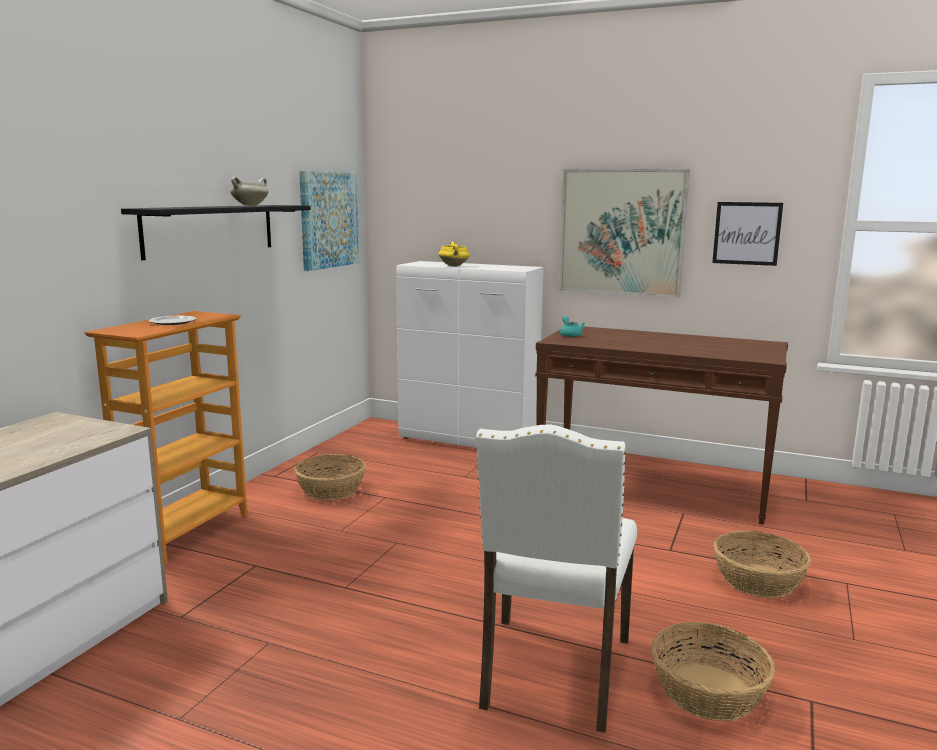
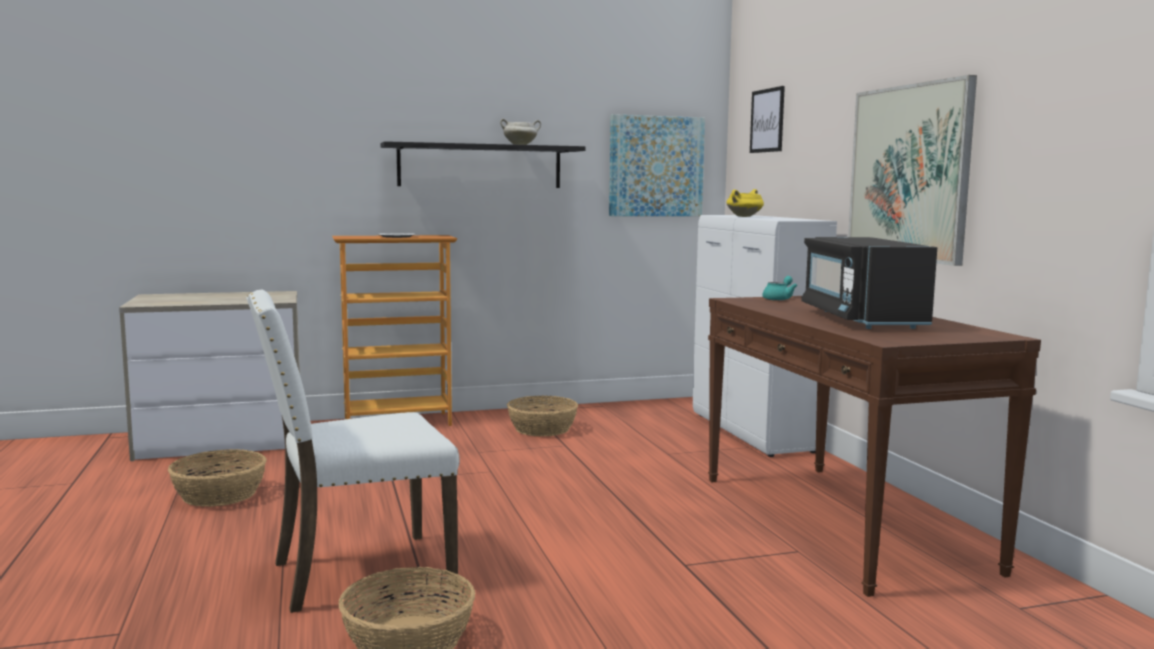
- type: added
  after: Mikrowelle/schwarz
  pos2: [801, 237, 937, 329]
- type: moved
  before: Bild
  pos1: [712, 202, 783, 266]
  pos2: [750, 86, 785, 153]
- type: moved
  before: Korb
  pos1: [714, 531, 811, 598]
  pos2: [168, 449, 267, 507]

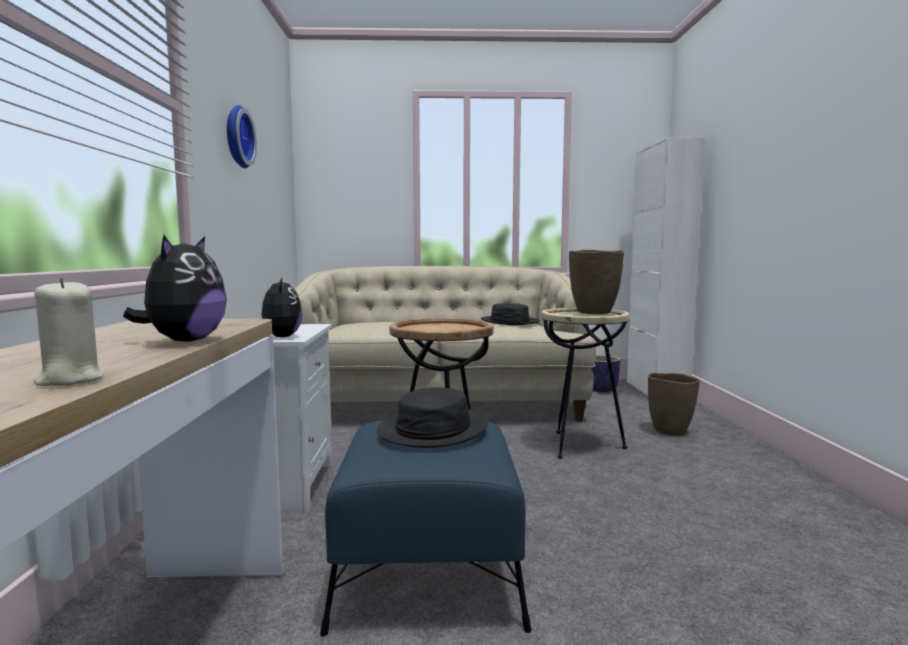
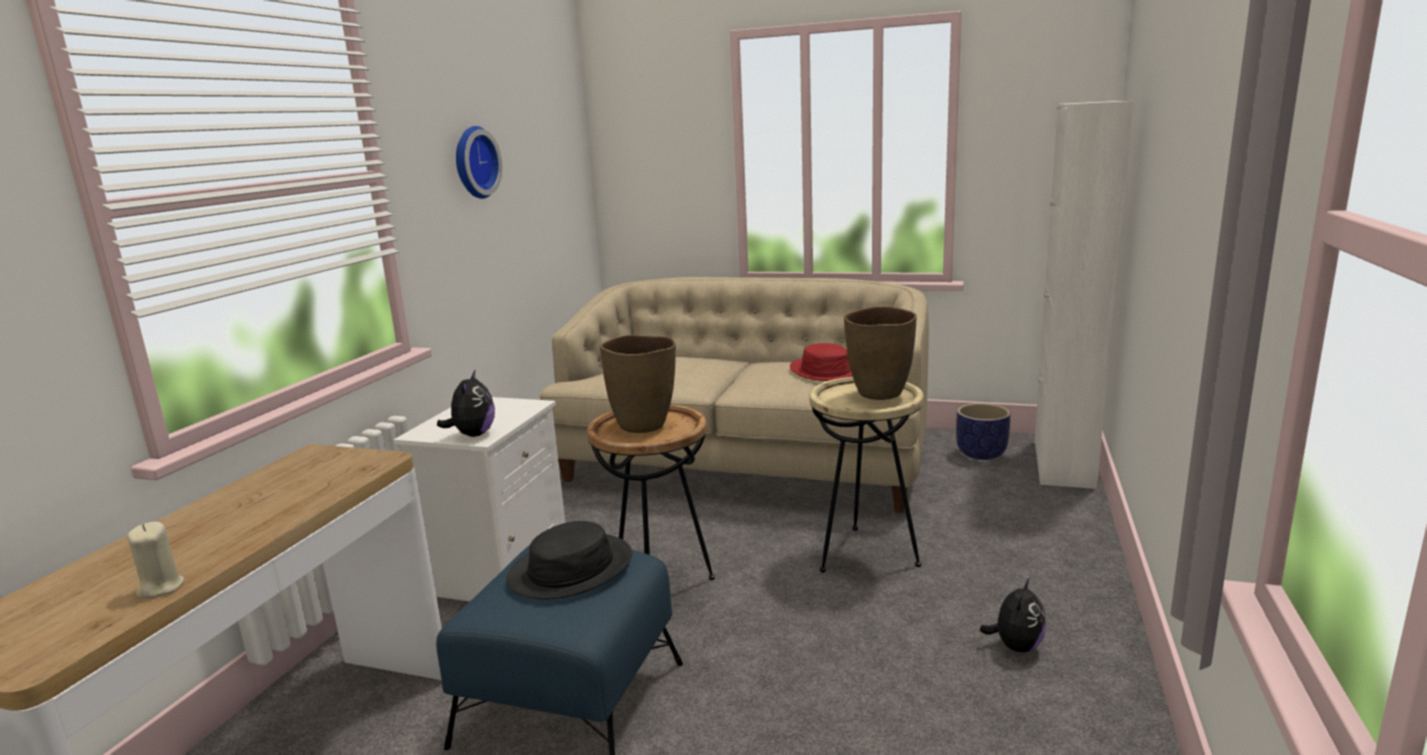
- type: moved
  before: Plüschtier
  pos1: [123, 235, 227, 342]
  pos2: [980, 579, 1046, 653]
- type: moved
  before: Vase/braun
  pos1: [648, 373, 700, 435]
  pos2: [600, 335, 676, 433]
- type: recoloured
  before: Hut/schwarz
  after: Hut/rot
  pos1: [481, 303, 540, 325]
  pos2: [790, 343, 853, 381]

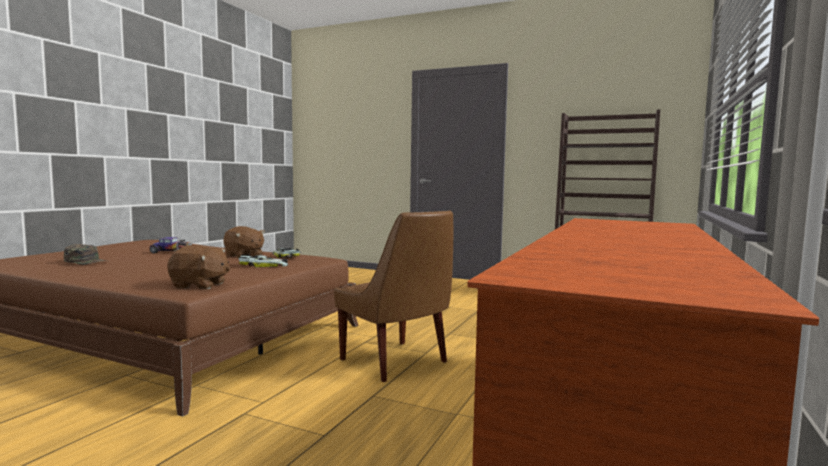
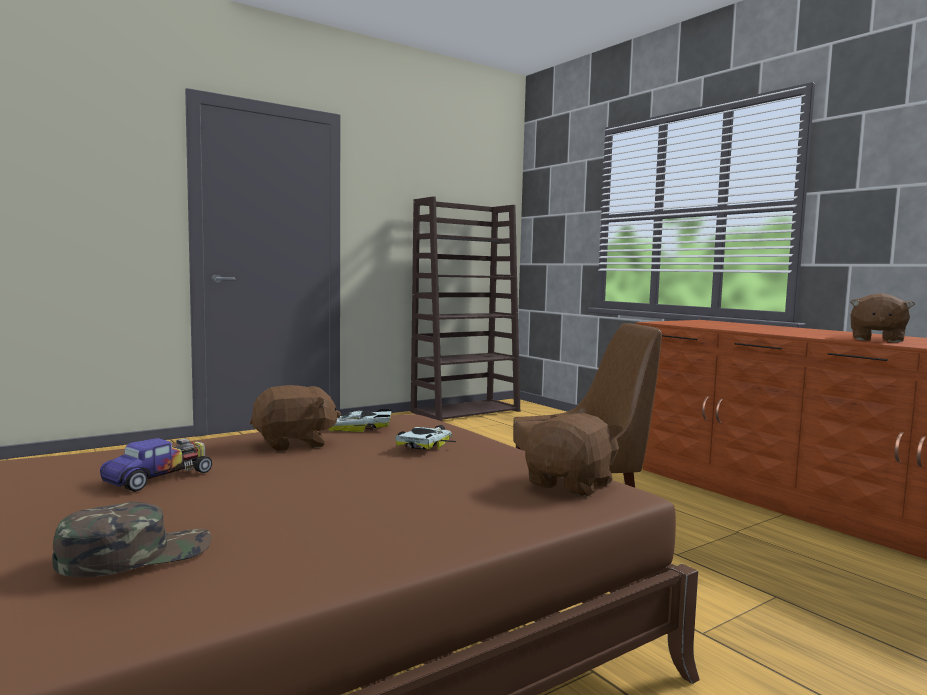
- type: added
  after: Plüschtier/braun
  pos2: [851, 293, 915, 343]

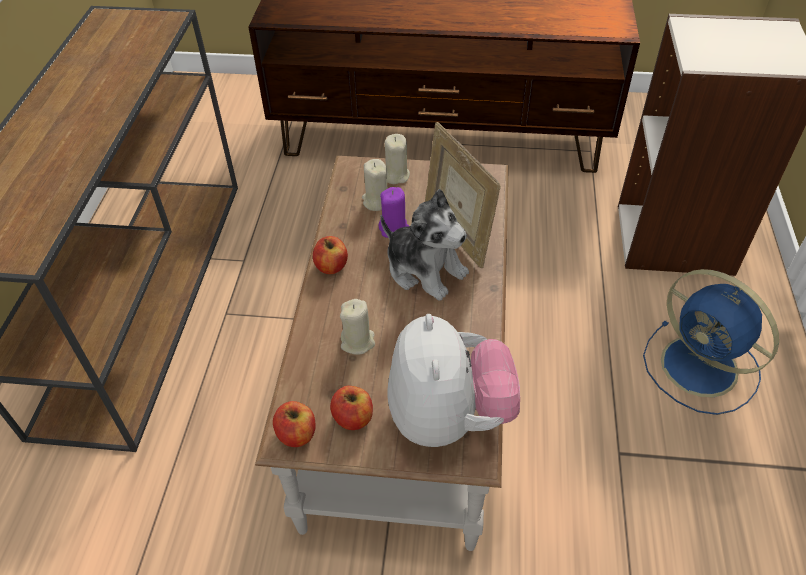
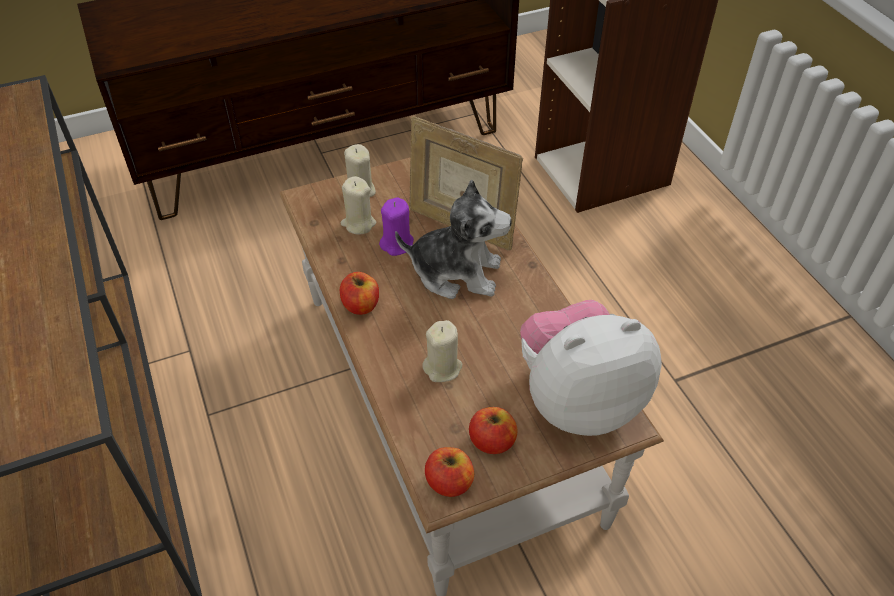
- type: removed
  before: Ventilator/blau
  pos1: [643, 269, 779, 415]
- type: turned
  before: Plüschtier
  pos1: [388, 314, 520, 447]
  pos2: [520, 300, 662, 436]
  turn: -75

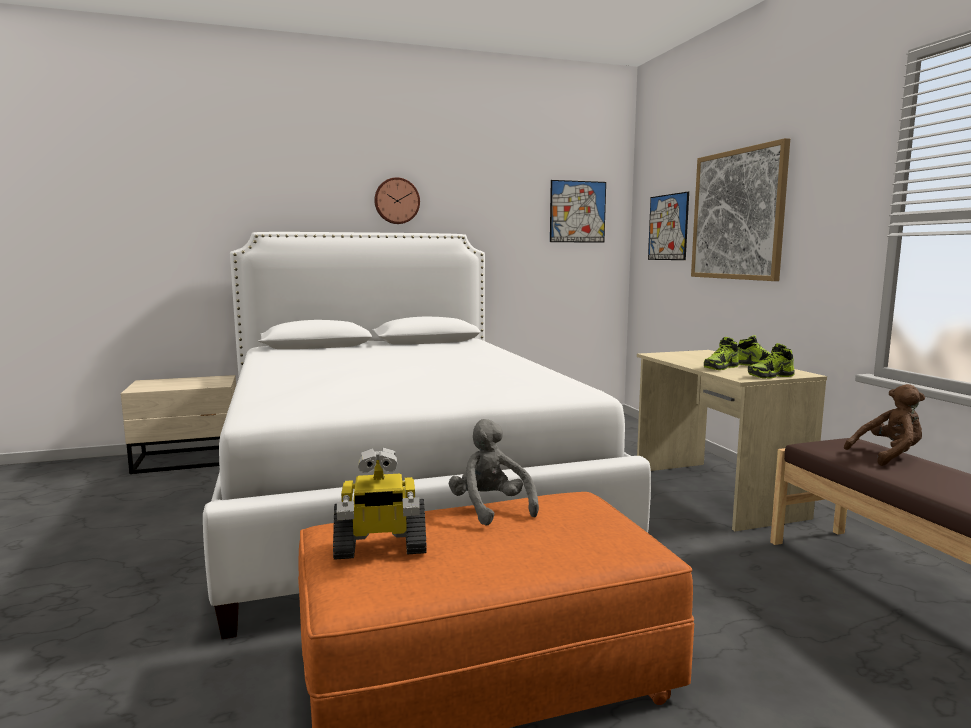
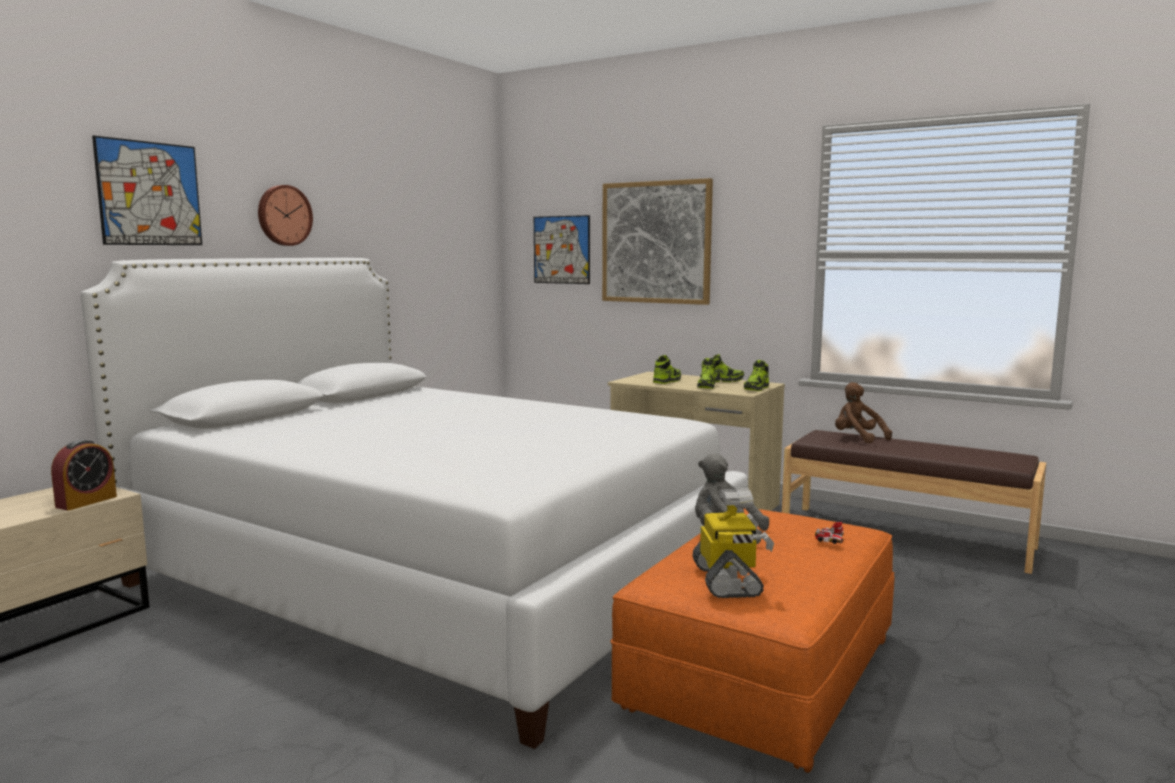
- type: added
  after: Wecker
  pos2: [51, 440, 117, 510]
- type: added
  after: Schuh
  pos2: [653, 355, 681, 384]
- type: added
  after: Spielzeugauto
  pos2: [815, 522, 844, 544]
- type: moved
  before: Bild
  pos1: [550, 180, 606, 243]
  pos2: [92, 135, 202, 245]
- type: turned
  before: Spielzeugroboter
  pos1: [333, 448, 427, 560]
  pos2: [692, 488, 774, 598]
  turn: -45
- type: turned
  before: Plüschtier/braun
  pos1: [844, 384, 925, 466]
  pos2: [835, 382, 892, 443]
  turn: -75

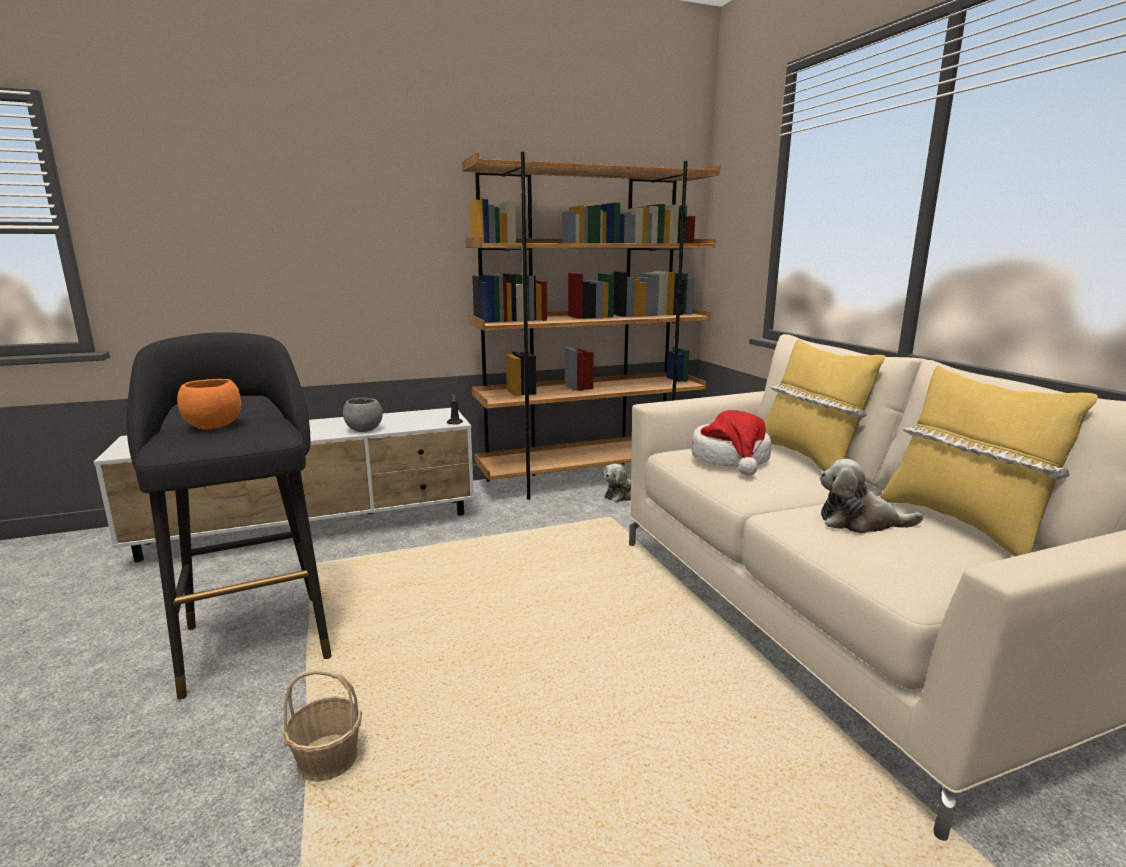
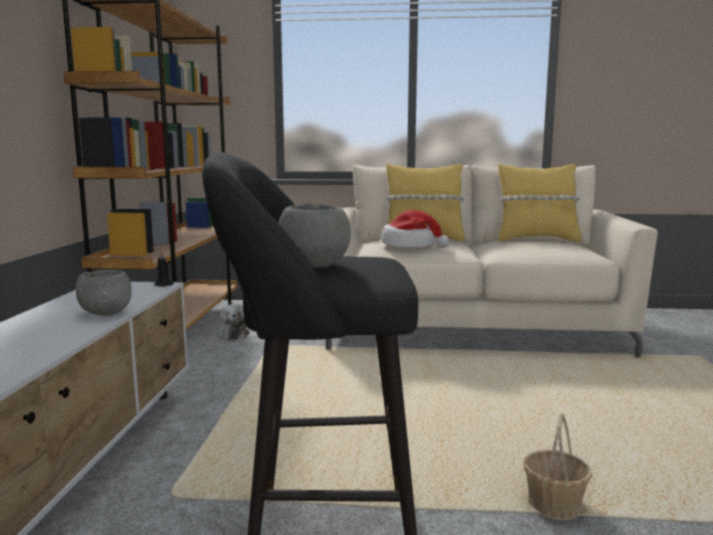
- type: removed
  before: Plüschtier
  pos1: [819, 459, 923, 533]
- type: recoloured
  before: Schüssel/orange
  after: Schüssel/grau
  pos1: [177, 379, 241, 430]
  pos2: [278, 203, 351, 268]

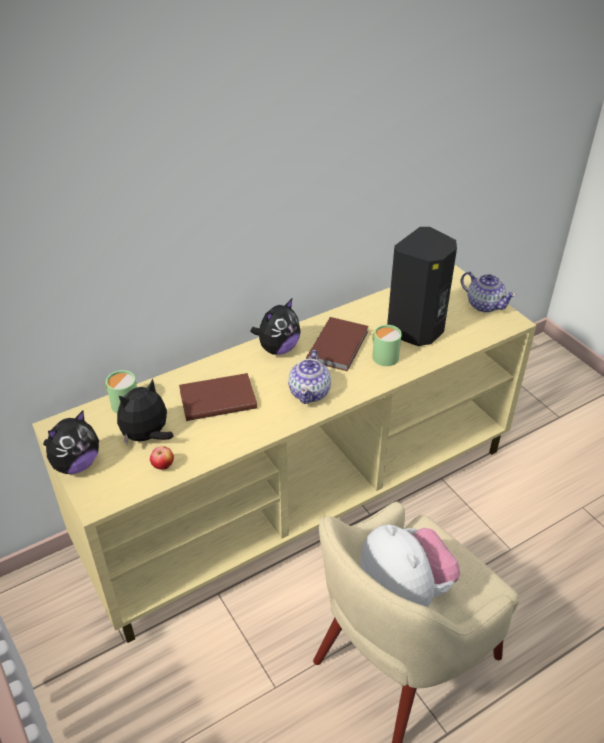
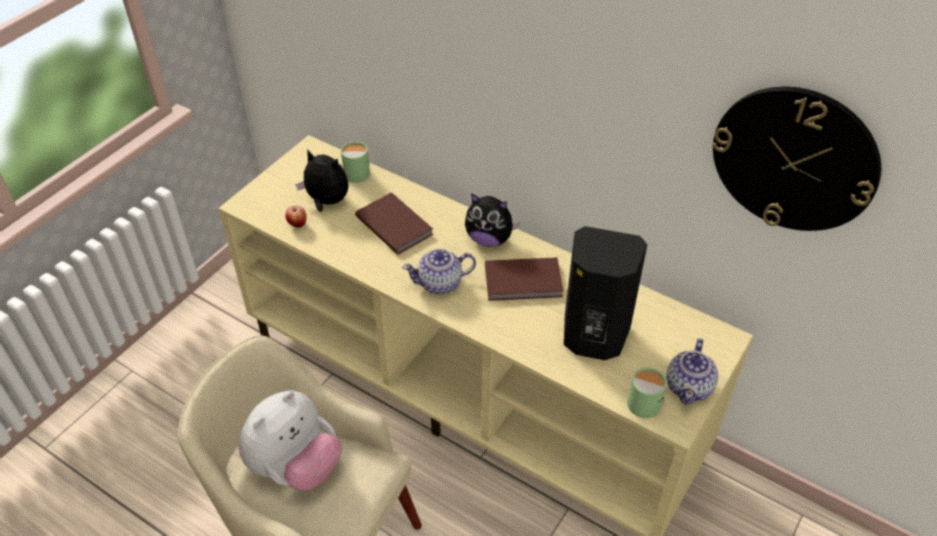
- type: removed
  before: Plüschtier
  pos1: [43, 411, 99, 474]
- type: added
  after: Wanduhr
  pos2: [712, 87, 881, 231]
- type: moved
  before: Henkelbecher/grün
  pos1: [372, 325, 402, 366]
  pos2: [627, 367, 667, 418]

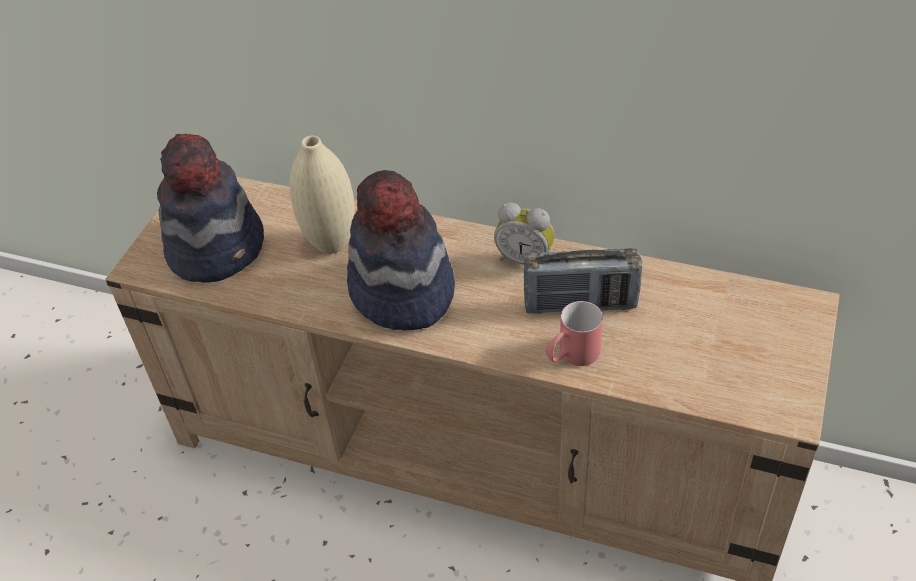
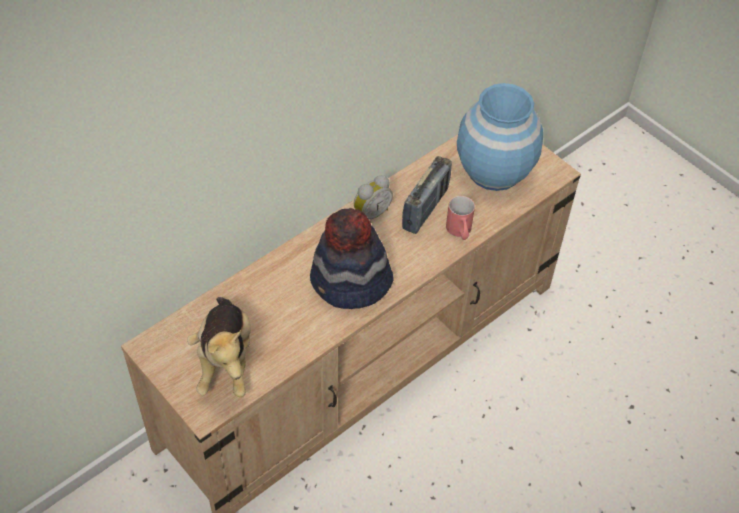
- type: removed
  before: Vase/beige
  pos1: [290, 136, 355, 254]
- type: added
  after: Vase/blau
  pos2: [457, 83, 543, 191]
- type: replaced
  before: Hut
  after: Plüschtier
  pos1: [157, 133, 264, 283]
  pos2: [187, 297, 251, 398]

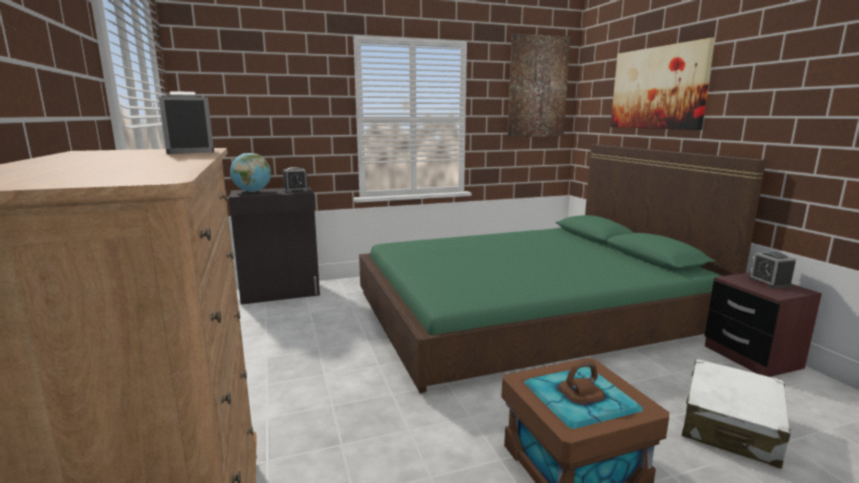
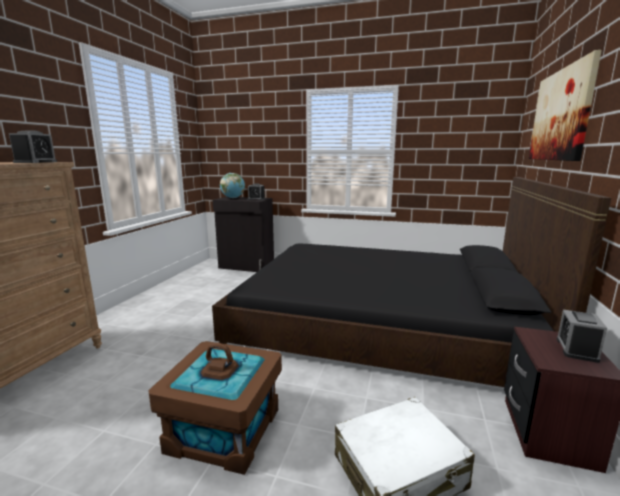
- type: removed
  before: Bild
  pos1: [507, 33, 571, 137]
- type: recoloured
  before: Bett/grün
  after: Bett/schwarz
  pos1: [359, 145, 766, 393]
  pos2: [212, 177, 611, 387]

